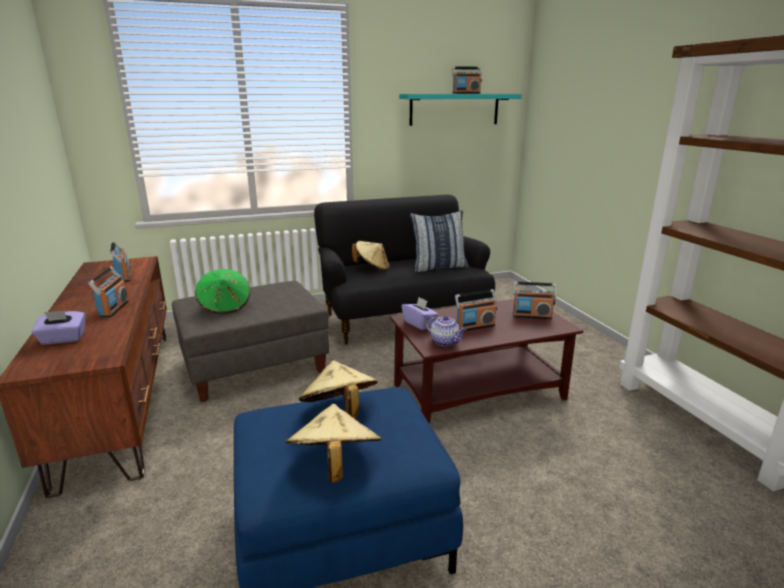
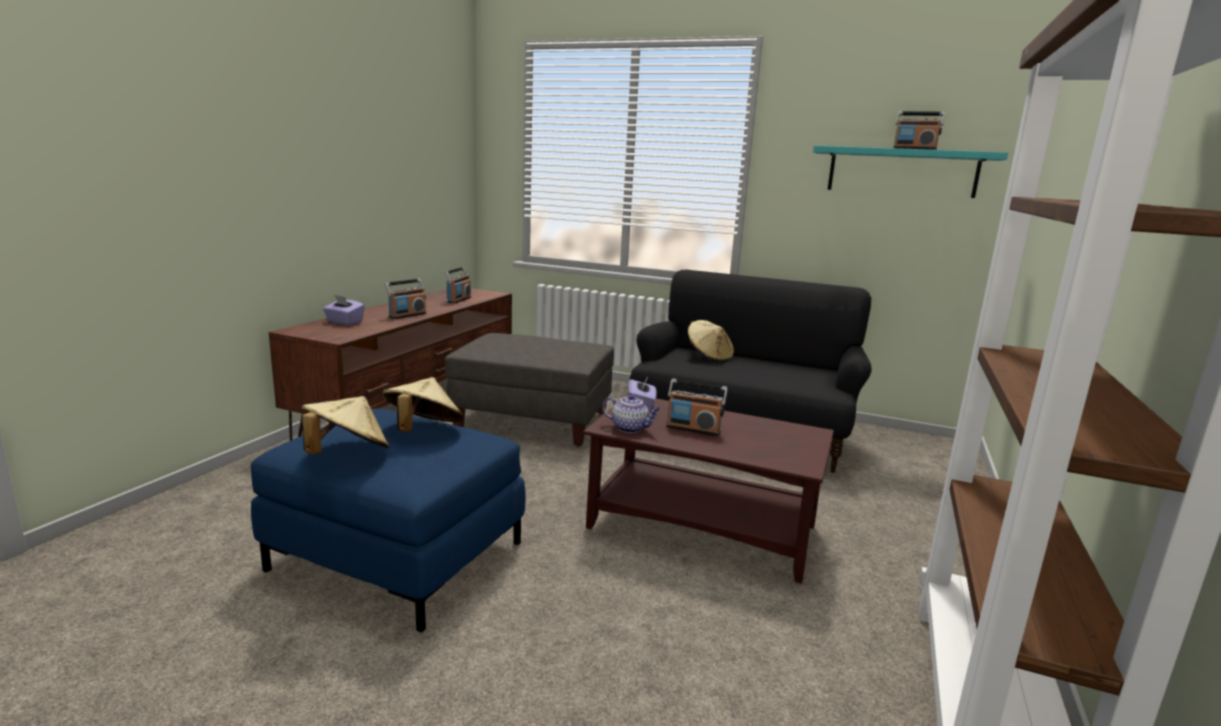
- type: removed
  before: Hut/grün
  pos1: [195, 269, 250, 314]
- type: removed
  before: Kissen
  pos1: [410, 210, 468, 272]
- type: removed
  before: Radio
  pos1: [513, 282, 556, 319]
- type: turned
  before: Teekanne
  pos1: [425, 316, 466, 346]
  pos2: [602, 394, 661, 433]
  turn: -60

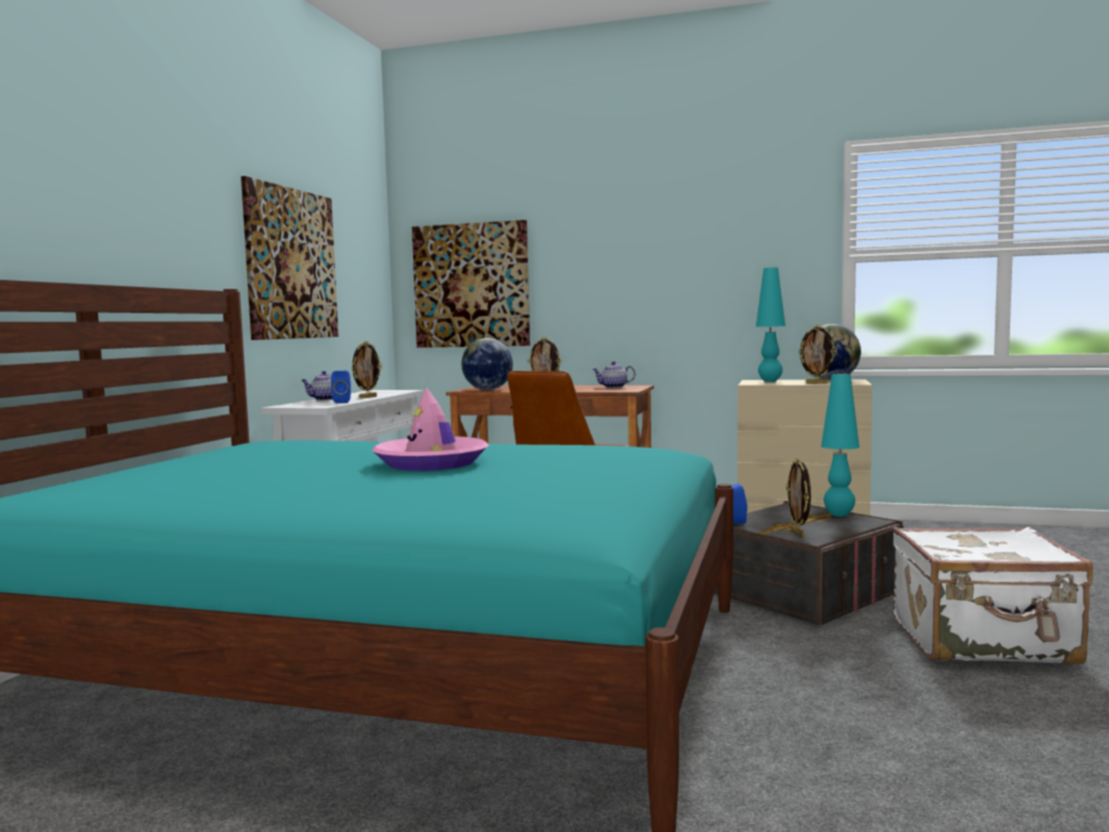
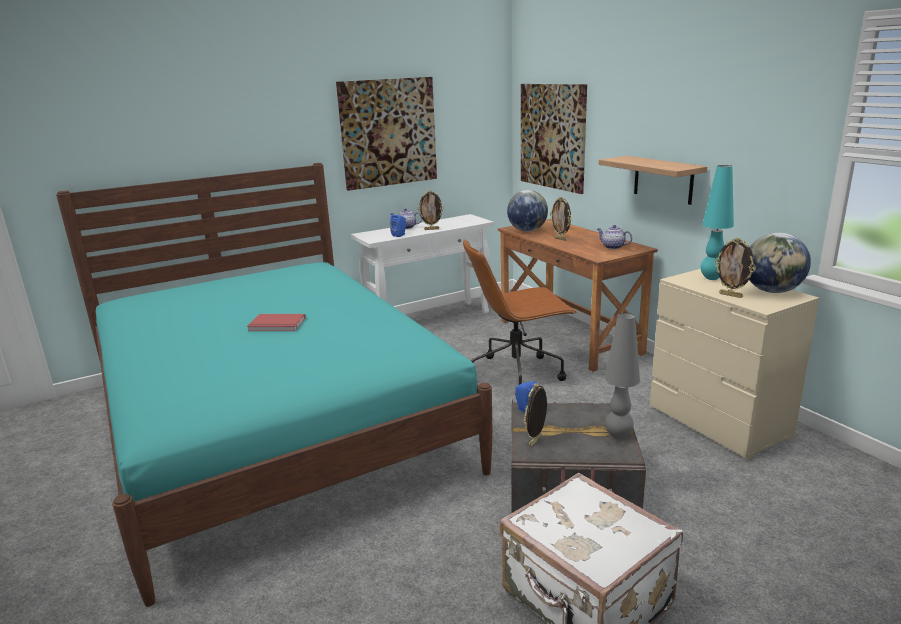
- type: added
  after: Wandregal
  pos2: [599, 156, 707, 205]
- type: replaced
  before: Hut/rosa
  after: Buch/rot
  pos1: [372, 387, 489, 471]
  pos2: [247, 314, 306, 331]
- type: recoloured
  before: Tischlampe/türkis
  after: Tischlampe/grau
  pos1: [821, 373, 859, 517]
  pos2: [605, 313, 640, 439]

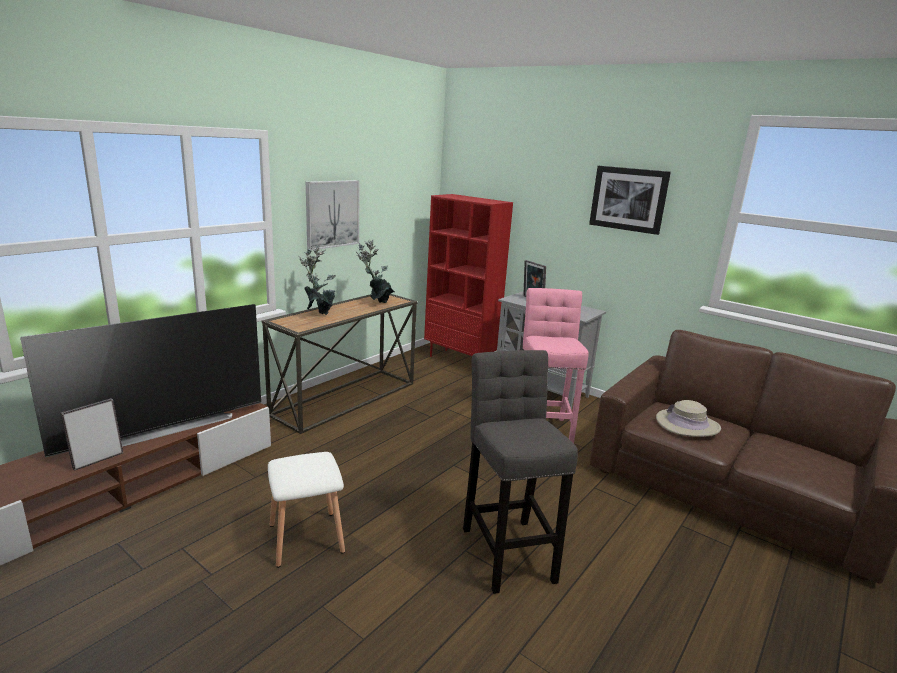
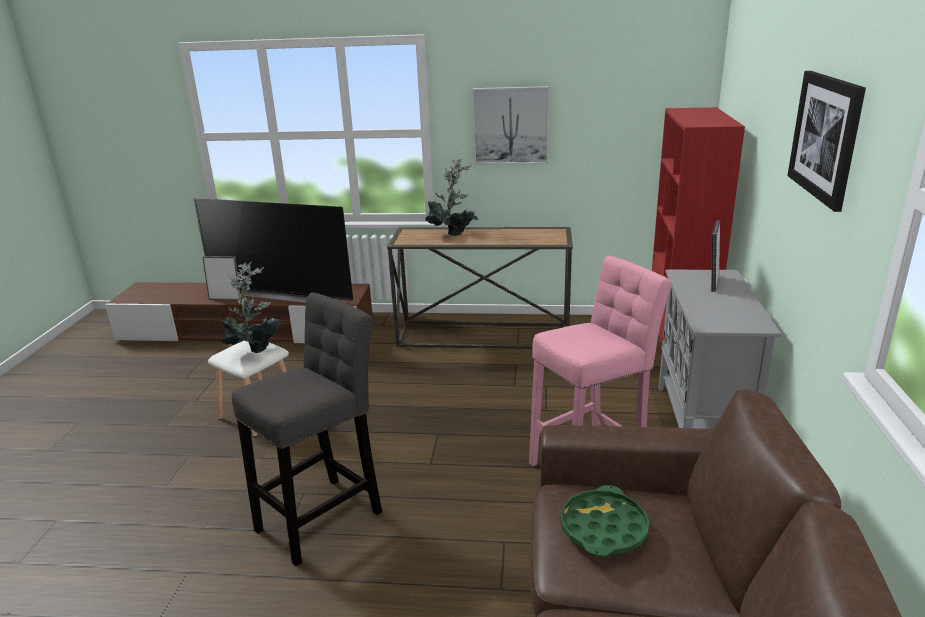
- type: moved
  before: Topfpflanze
  pos1: [356, 240, 395, 303]
  pos2: [221, 262, 281, 353]
- type: replaced
  before: Hut/beige
  after: Tablett/grün
  pos1: [656, 400, 721, 437]
  pos2: [560, 485, 649, 557]

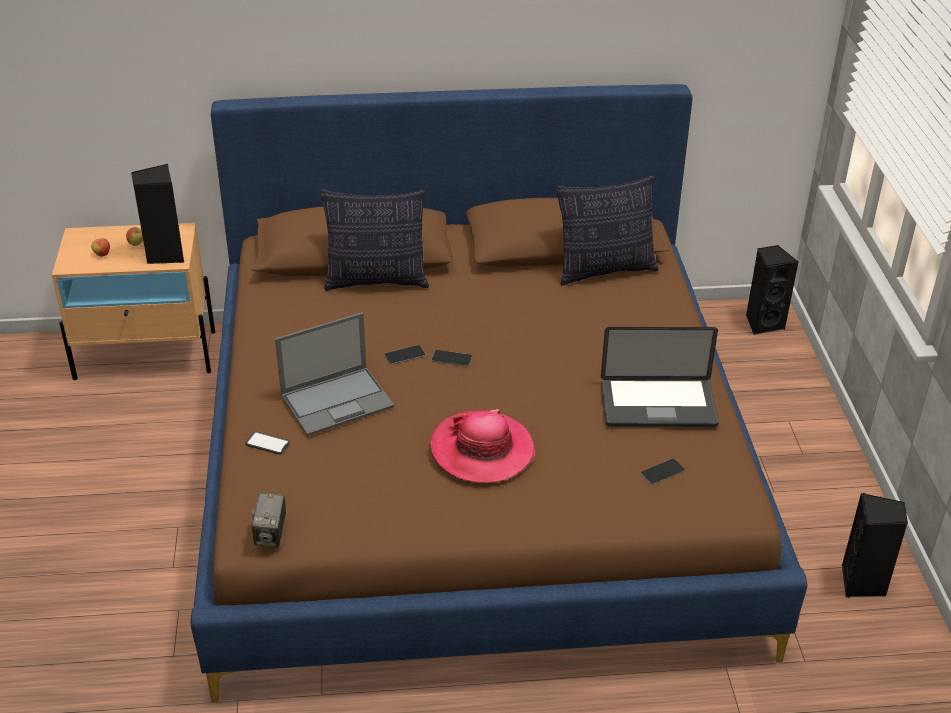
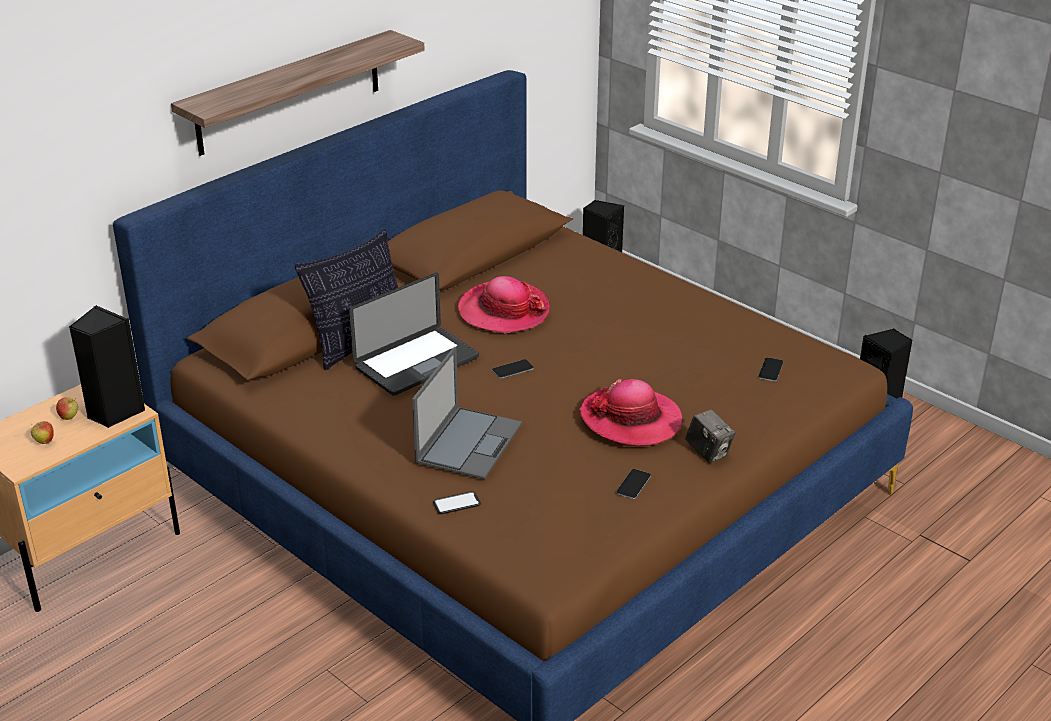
- type: removed
  before: Kissen
  pos1: [556, 175, 659, 286]
- type: added
  after: Wandregal
  pos2: [171, 30, 425, 156]
- type: added
  after: Hut
  pos2: [458, 276, 550, 333]
- type: moved
  before: Kamera
  pos1: [252, 492, 286, 547]
  pos2: [685, 409, 735, 463]
- type: moved
  before: Handy
  pos1: [385, 345, 425, 365]
  pos2: [616, 469, 651, 499]
- type: moved
  before: Laptop
  pos1: [601, 327, 719, 427]
  pos2: [349, 272, 479, 396]

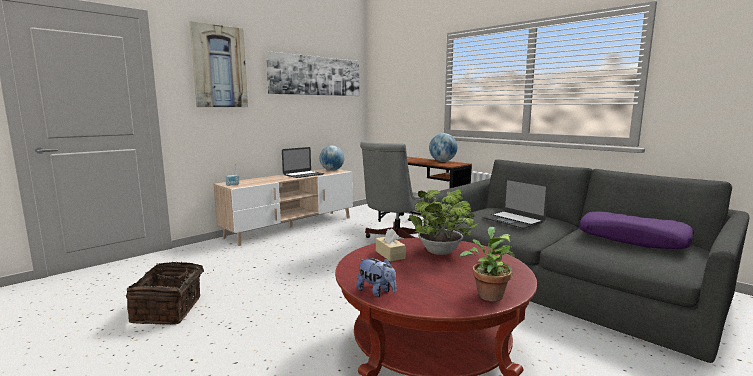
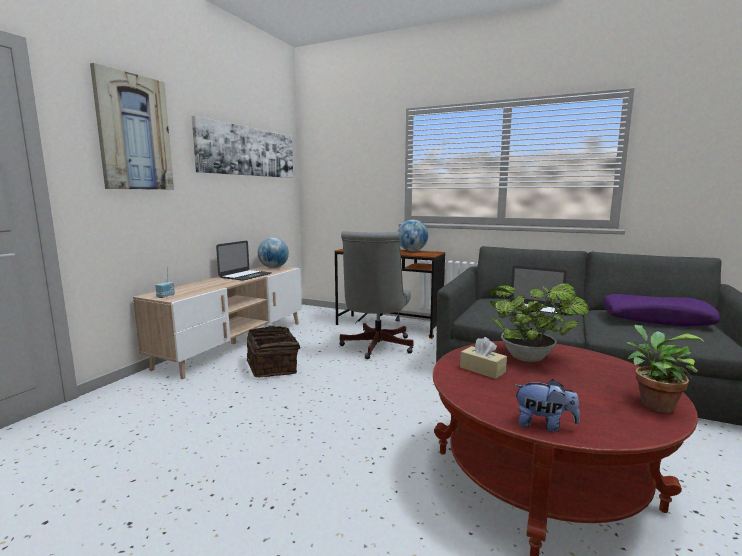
- type: moved
  before: Korb
  pos1: [126, 262, 209, 325]
  pos2: [247, 326, 301, 377]

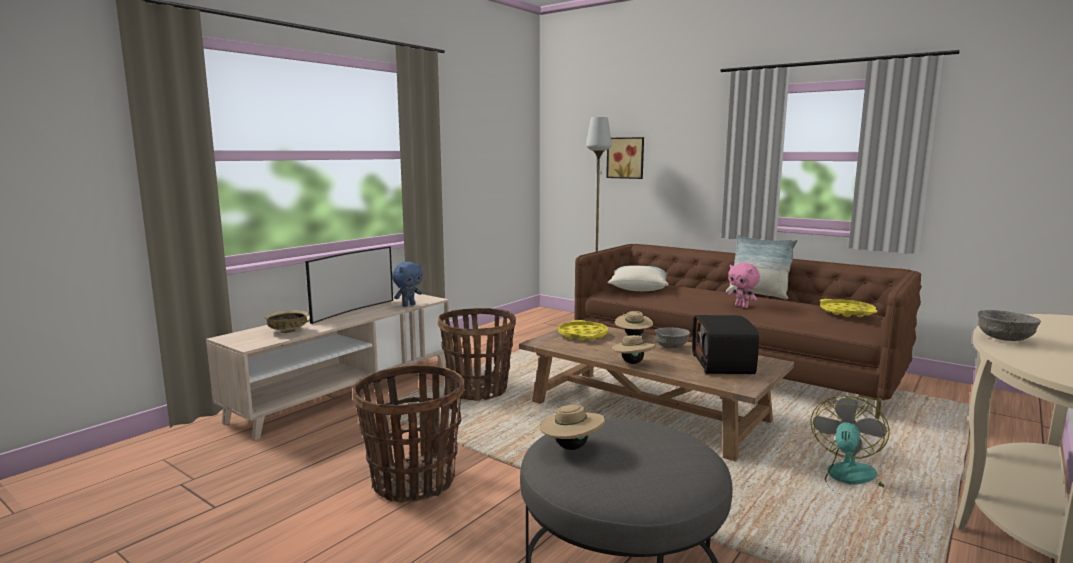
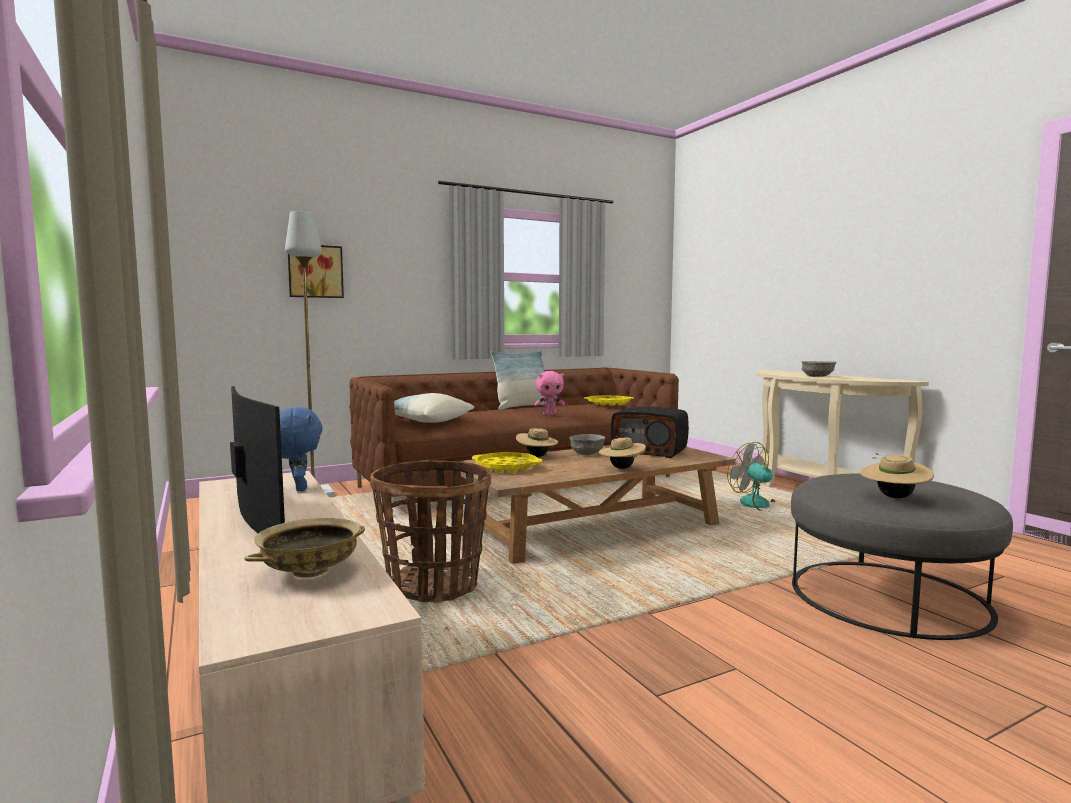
- type: removed
  before: Korb
  pos1: [353, 365, 464, 502]

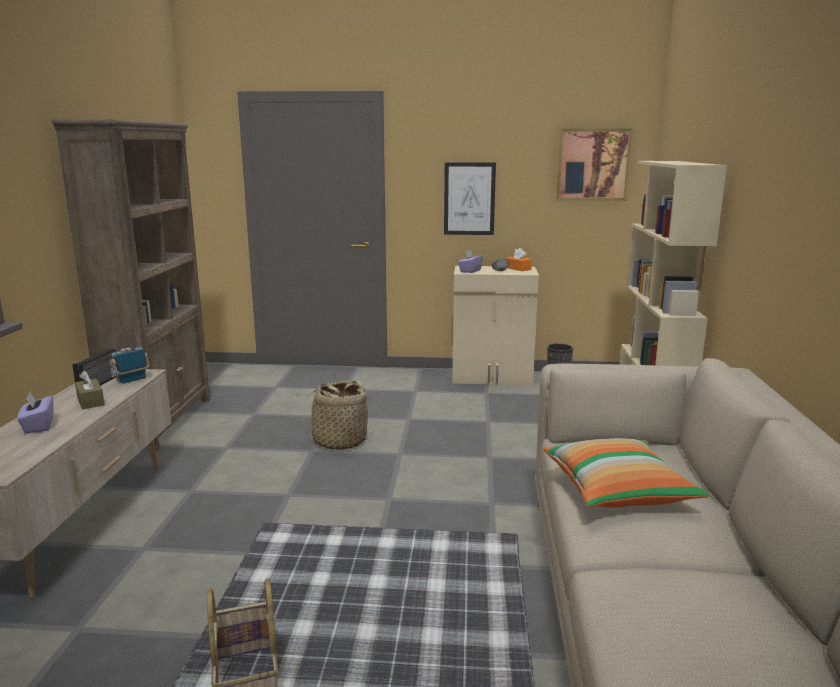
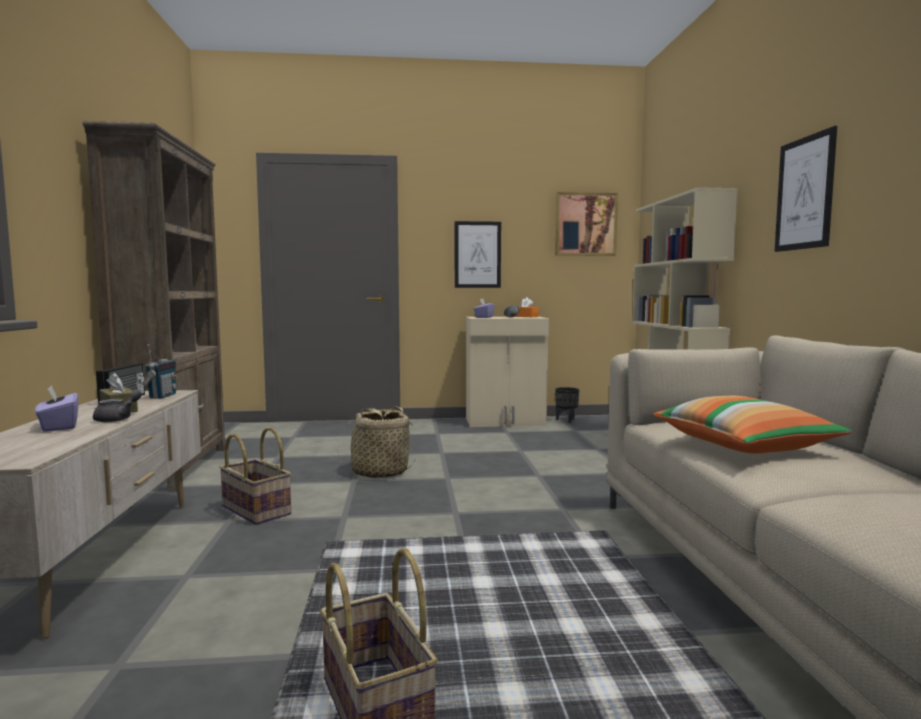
- type: added
  after: Teekanne/grau
  pos2: [93, 390, 142, 422]
- type: added
  after: Korb
  pos2: [219, 427, 291, 525]
- type: added
  after: Bild
  pos2: [775, 126, 837, 252]
- type: turned
  before: Radio
  pos1: [110, 333, 149, 384]
  pos2: [142, 344, 177, 399]
  turn: 150

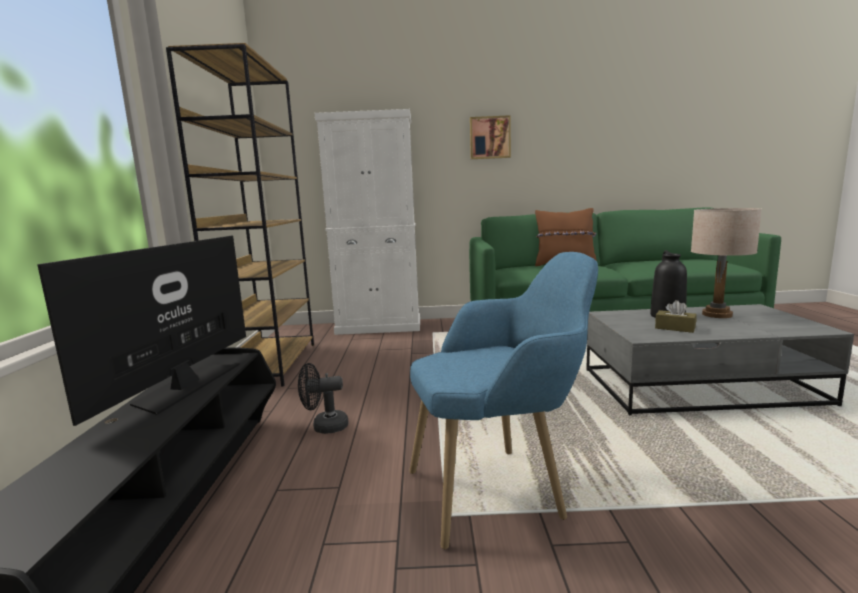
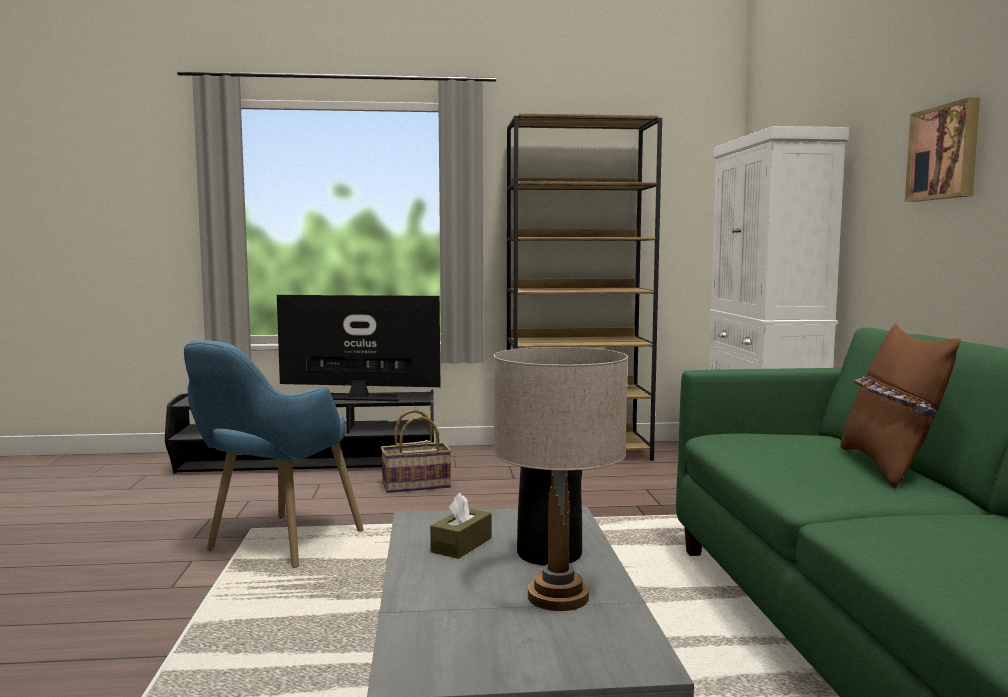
- type: replaced
  before: Ventilator/schwarz
  after: Korb
  pos1: [298, 363, 348, 434]
  pos2: [381, 409, 452, 493]
- type: turned
  before: Sessel/blau
  pos1: [409, 252, 598, 549]
  pos2: [184, 340, 364, 568]
  turn: 45

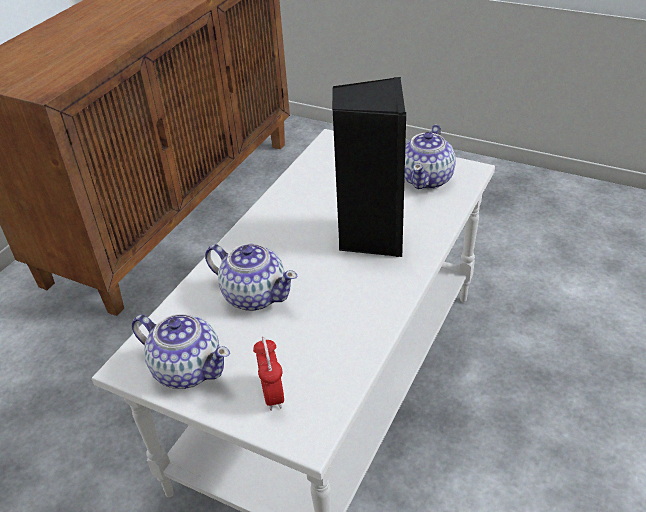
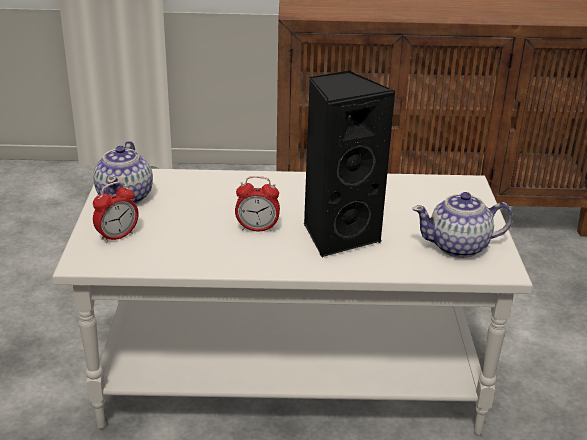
- type: removed
  before: Teekanne
  pos1: [205, 244, 297, 311]
- type: added
  after: Wecker
  pos2: [235, 176, 280, 232]

